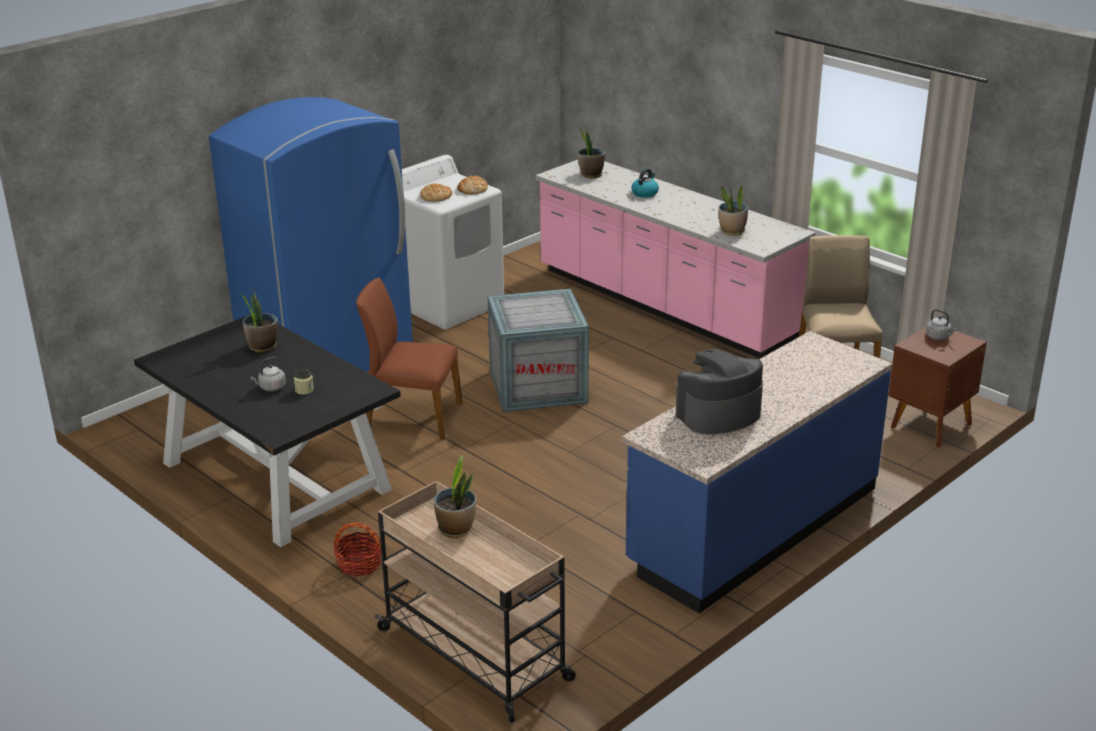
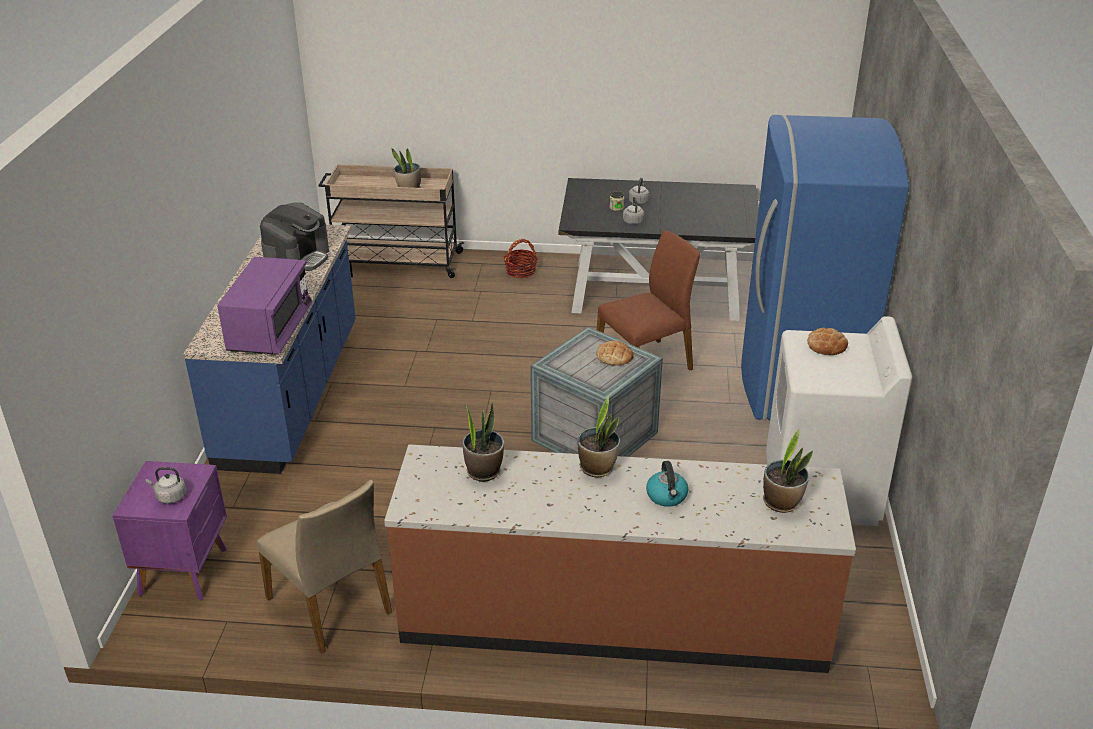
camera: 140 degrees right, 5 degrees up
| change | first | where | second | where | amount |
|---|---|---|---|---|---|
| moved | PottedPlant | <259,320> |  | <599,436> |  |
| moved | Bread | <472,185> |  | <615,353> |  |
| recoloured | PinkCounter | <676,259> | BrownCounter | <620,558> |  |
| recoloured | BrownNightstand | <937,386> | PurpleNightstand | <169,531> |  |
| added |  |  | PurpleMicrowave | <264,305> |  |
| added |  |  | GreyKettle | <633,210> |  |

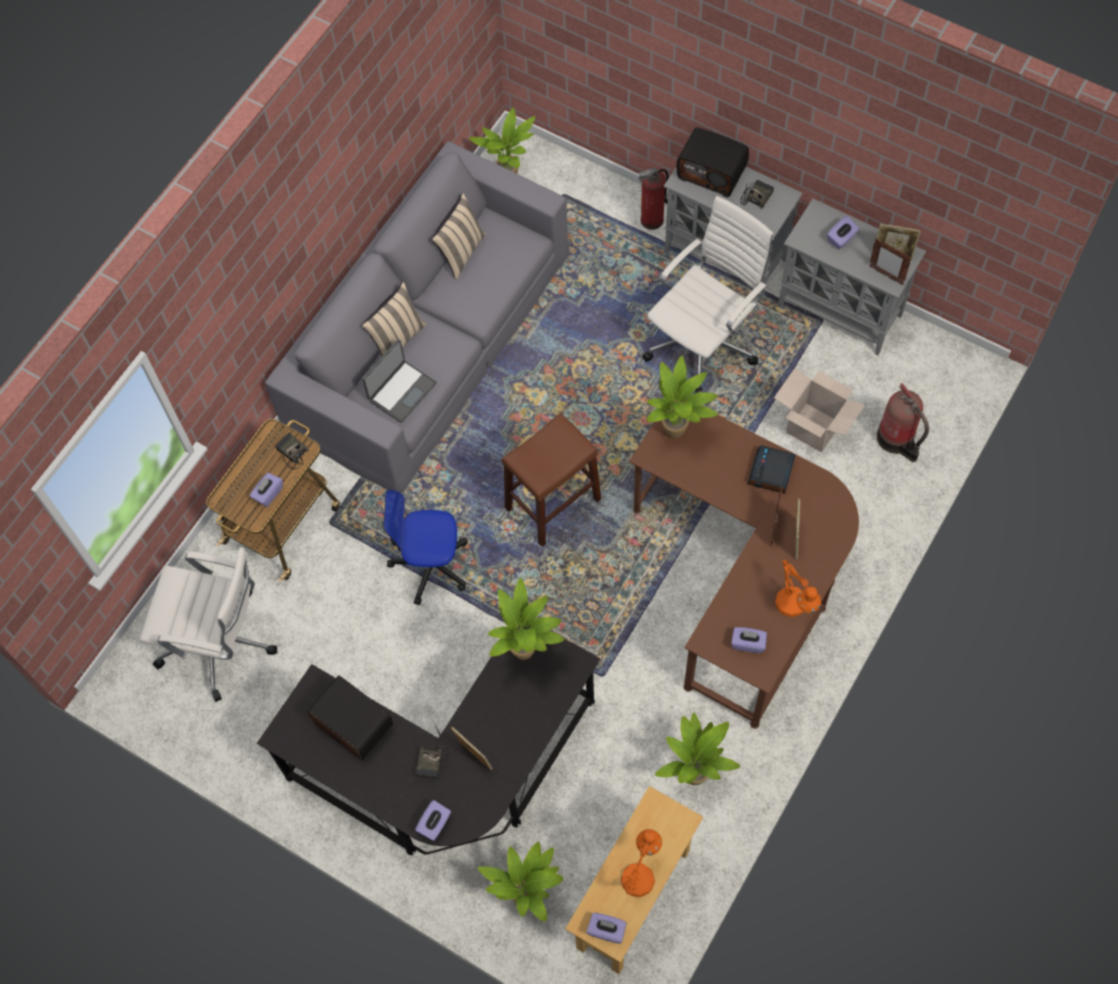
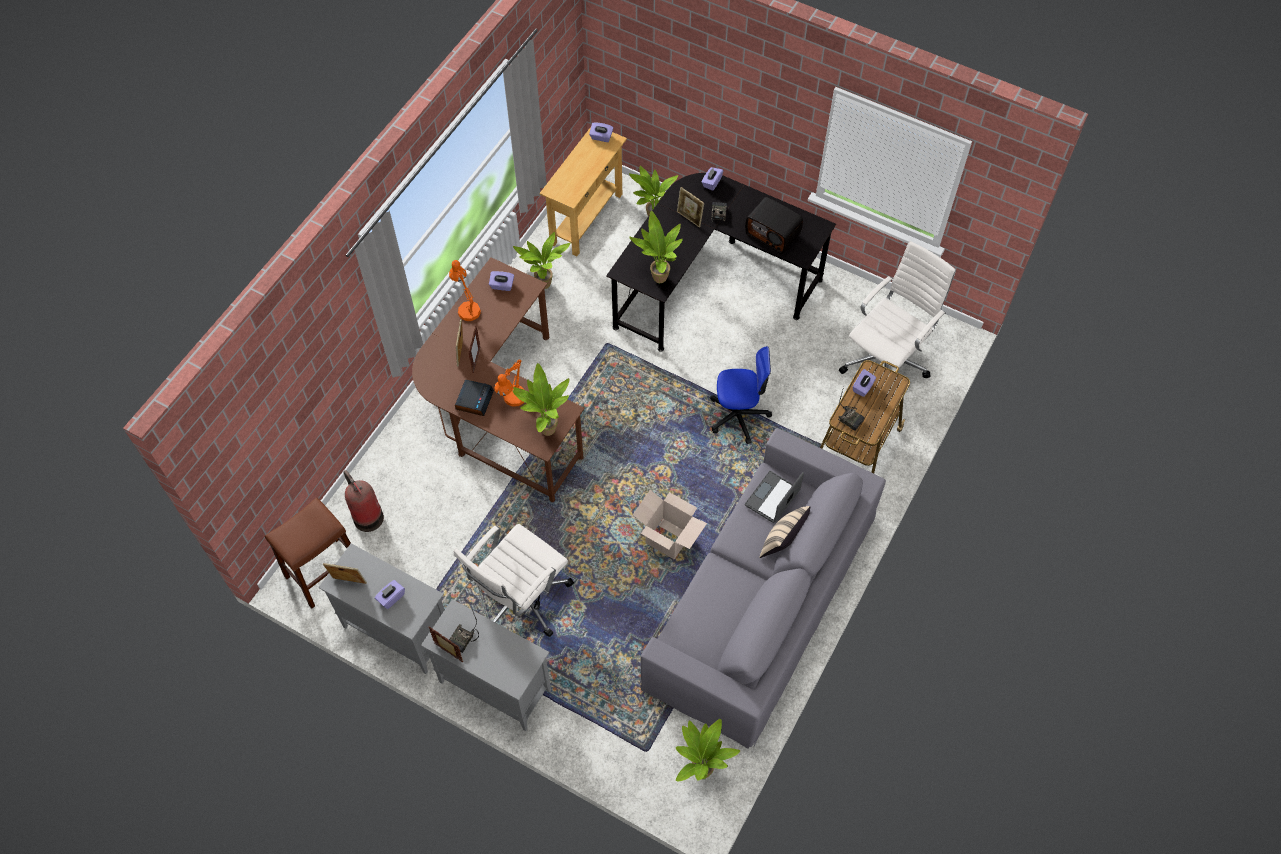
camera: 175 degrees right, 5 degrees down
| change | first | where | second | where | amount |
|---|---|---|---|---|---|
| turned | WhiteOfficeChair | <208,624> |  | <897,319> | 120 degrees clockwise |
| removed | BeigePillow | <459,236> |  |  |  |
| moved | BrownStool | <551,480> |  | <308,552> |  |
| moved | OrangeTableLamp | <641,863> |  | <509,383> |  |
| removed | FireExtinguisher | <653,198> |  |  |  |
| removed | Radio | <713,162> |  |  |  |
| moved | CardboardBox | <819,410> |  | <670,524> |  |
| moved | PictureFrame | <890,261> |  | <445,644> |  |

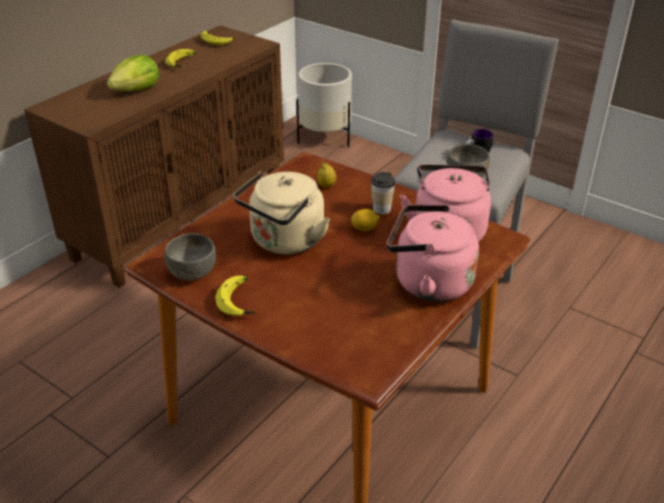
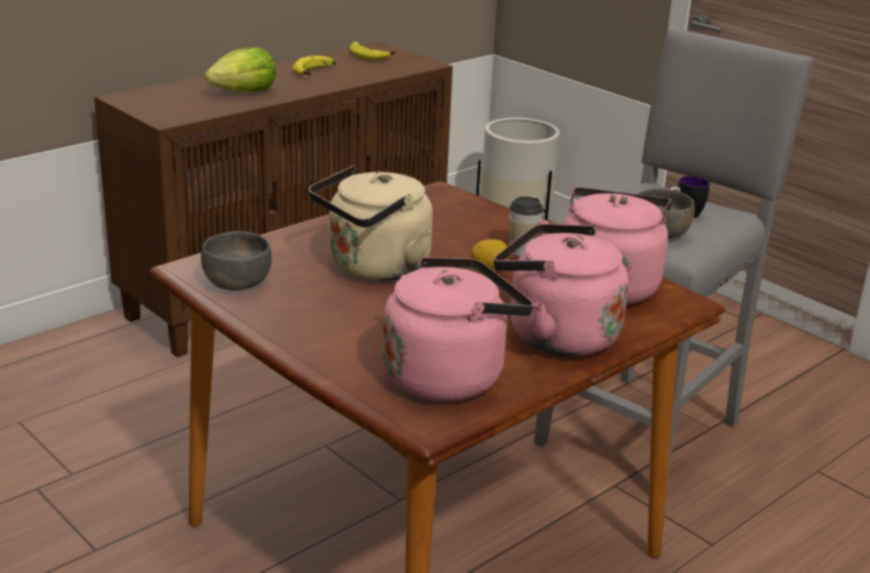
camera: 10 degrees right, 10 degrees down
| change | first | where | second | where | amount |
|---|---|---|---|---|---|
| removed | Banana | <235,295> |  |  |  |
| removed | Lemon | <326,175> |  |  |  |
| added |  |  | PinkKettle | <457,329> |  |

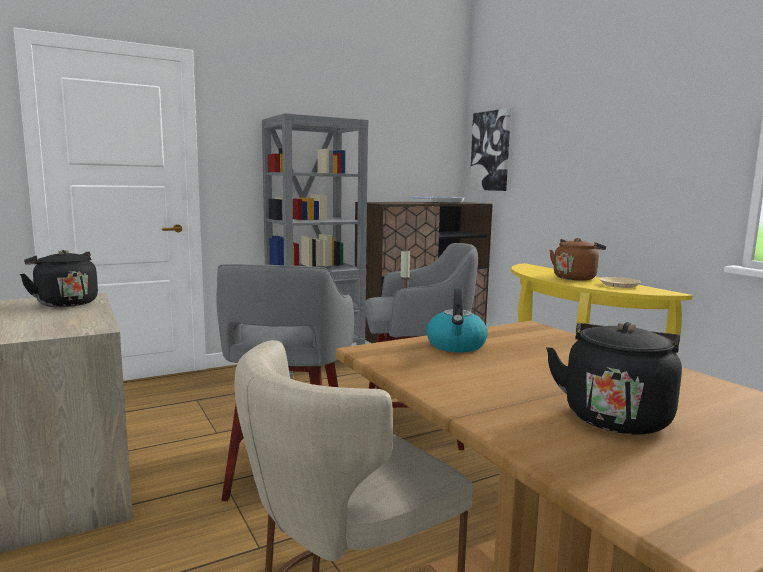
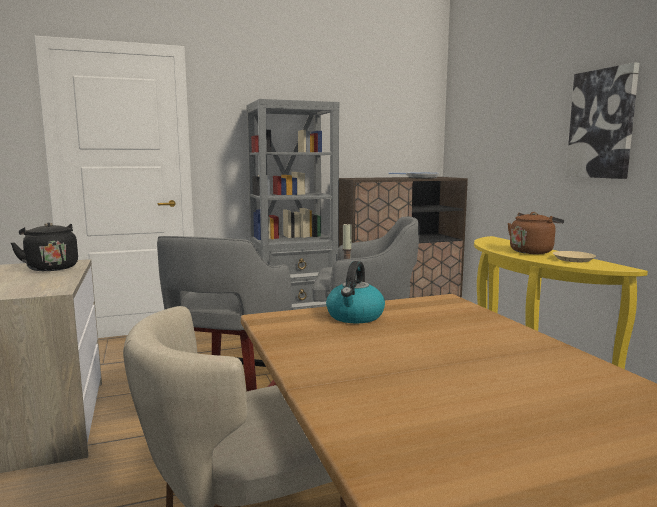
camera: 10 degrees right, 0 degrees up
| change | first | where | second | where | amount |
|---|---|---|---|---|---|
| moved | Picture | <490,149> |  | <602,120> |  |
| removed | BlackKettle | <614,378> |  |  |  |

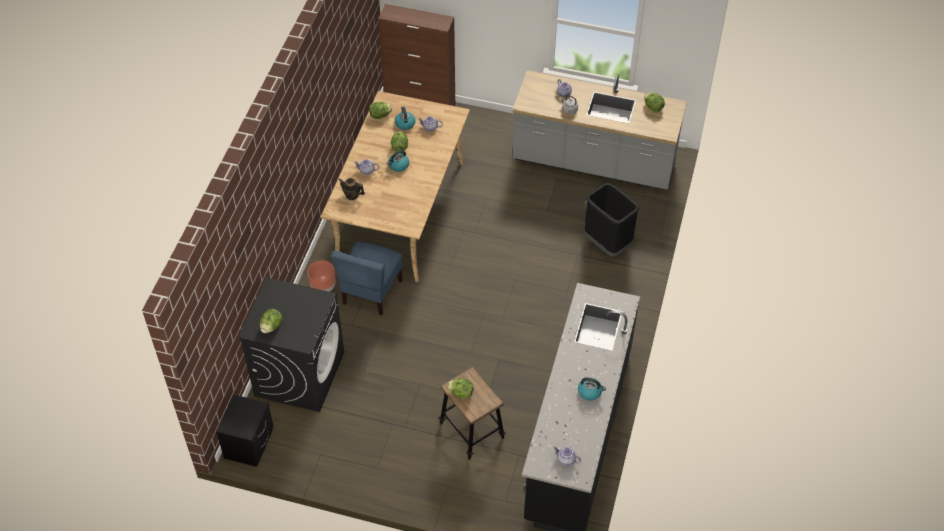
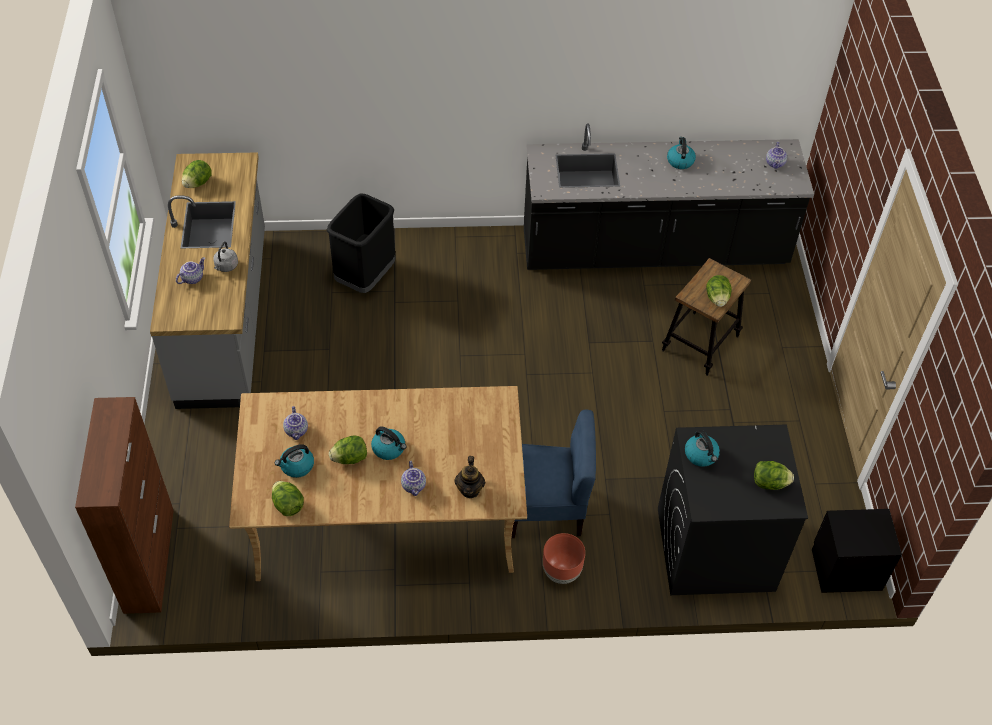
camera: 110 degrees left, 0 degrees up
| change | first | where | second | where | amount |
|---|---|---|---|---|---|
| added |  |  | Kettle | <702,448> |  |

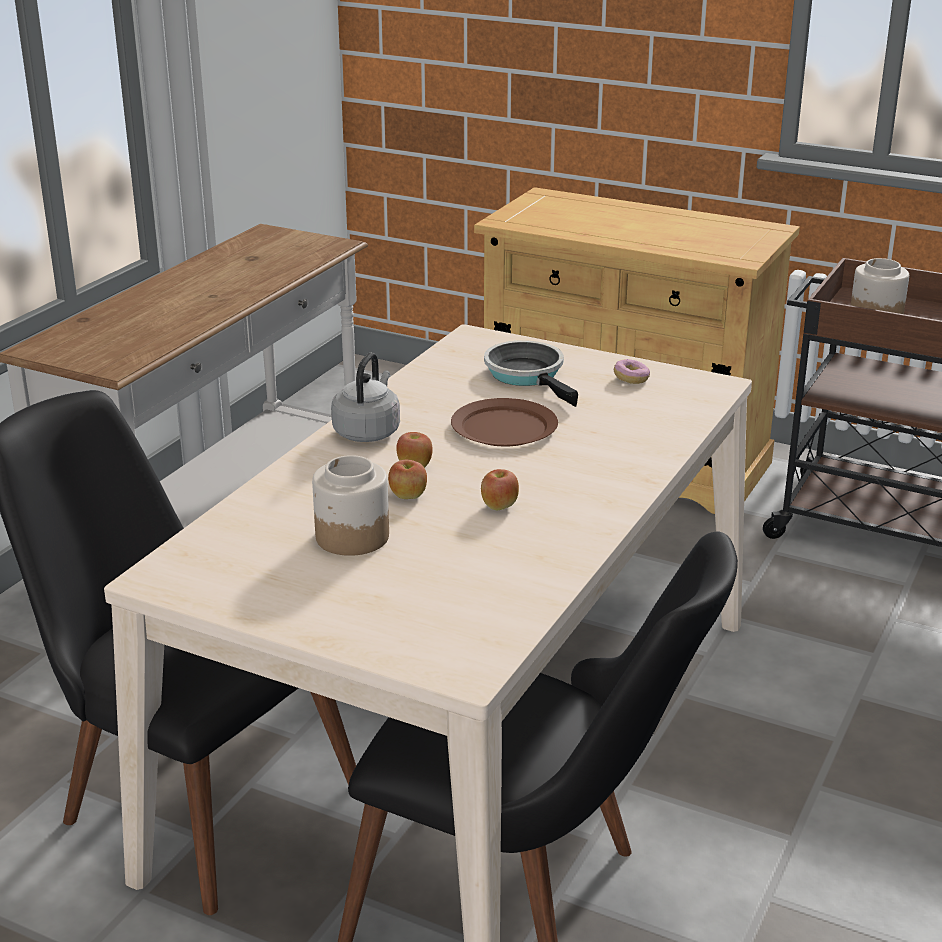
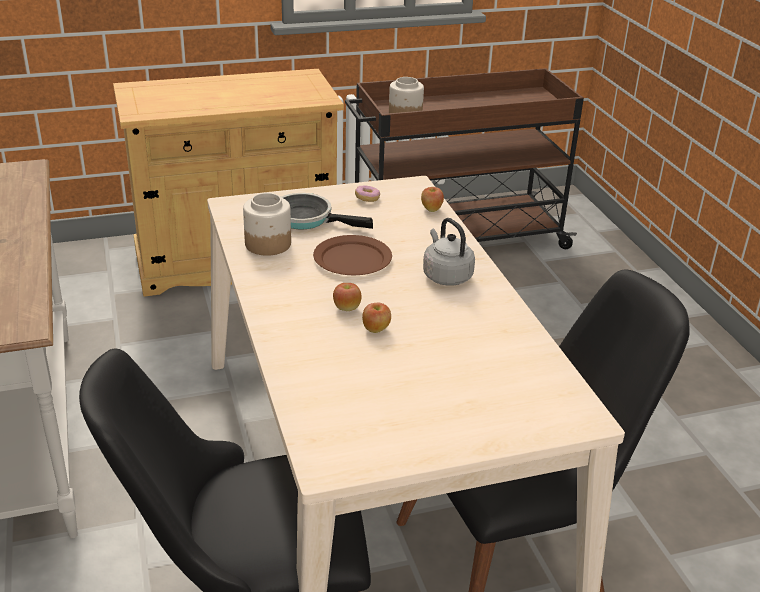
camera: 45 degrees left, 5 degrees up
| change | first | where | second | where | amount |
|---|---|---|---|---|---|
| moved | Jar | <350,505> |  | <267,224> |  |
| moved | GreyKettle | <365,397> |  | <449,252> |  |
| moved | Apple | <500,489> |  | <432,199> |  |

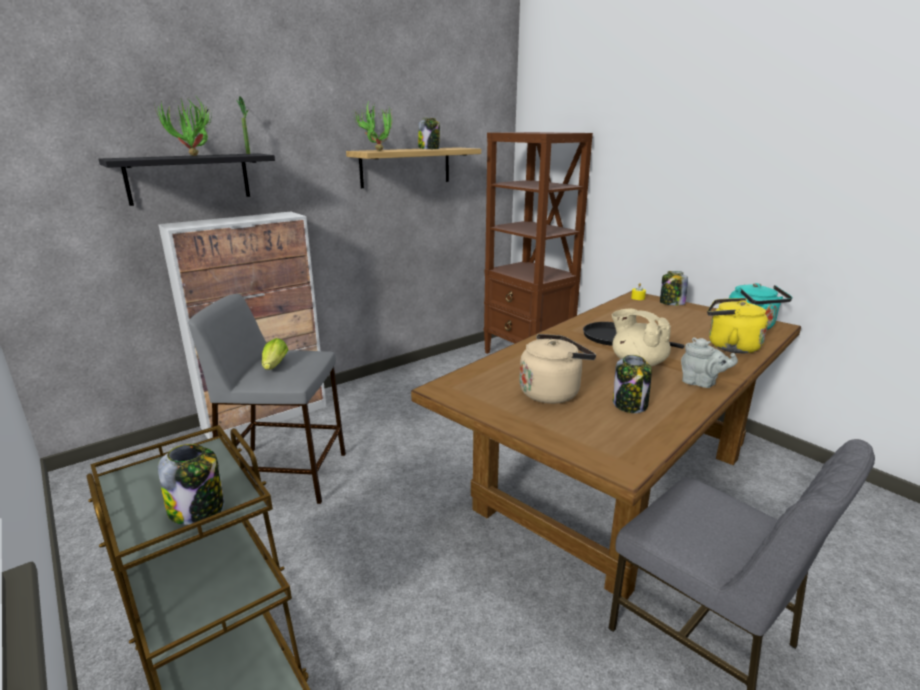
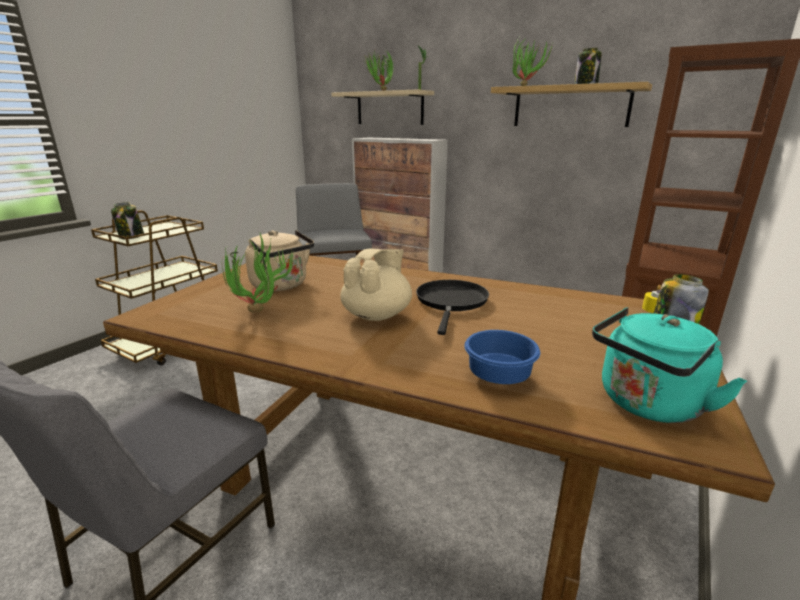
camera: 70 degrees right, 0 degrees up
| change | first | where | second | where | amount |
|---|---|---|---|---|---|
| recoloured | BlackShelf | <187,179> | BeigeShelf | <382,107> |  |
| removed | Lettuce | <275,354> |  |  |  |
| replaced | Jar | <632,384> | PottedPlant | <258,272> |  |
| removed | GreyTeapot | <709,362> |  |  |  |
| replaced | YellowKettle | <737,325> | BlueBowl | <502,357> |  |

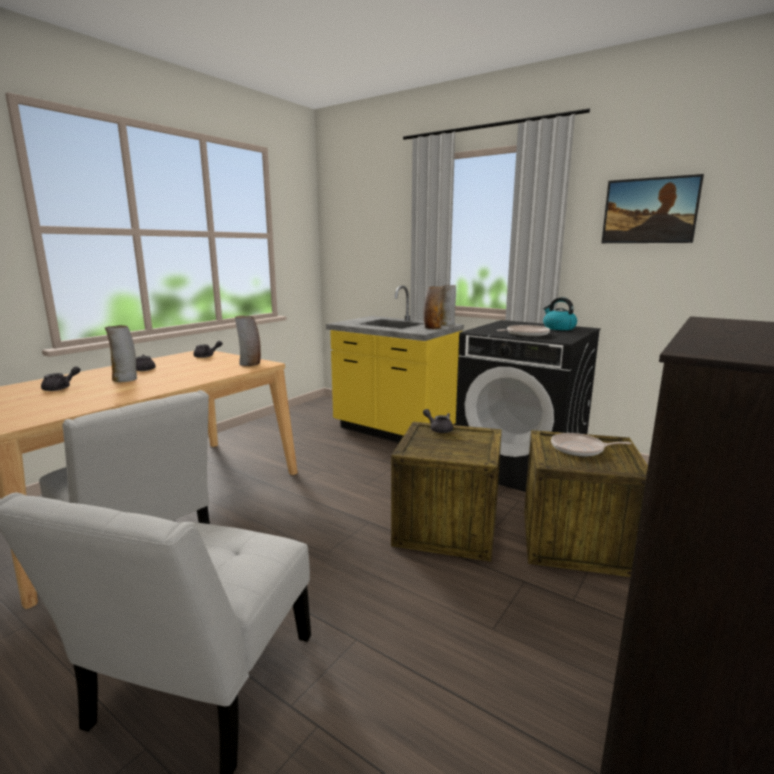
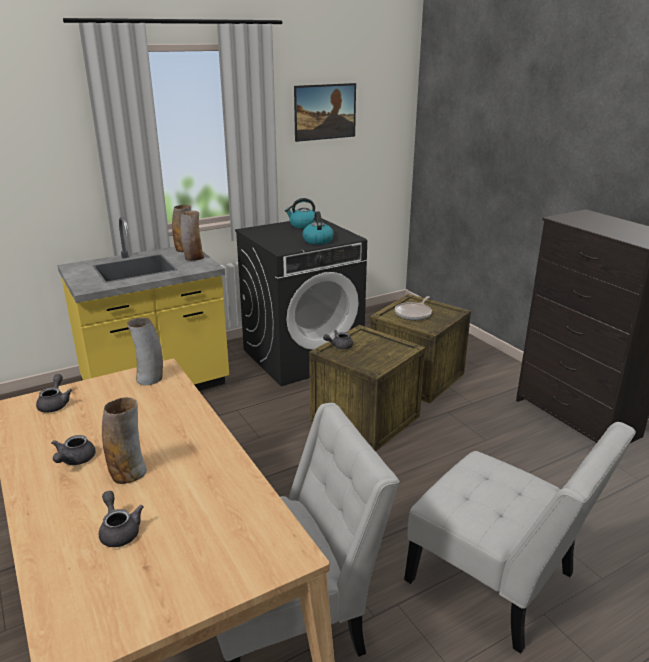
camera: 65 degrees left, 10 degrees up
| change | first | where | second | where | amount |
|---|---|---|---|---|---|
| replaced | FryingPan | <523,331> | Kettle | <318,228> |  |

